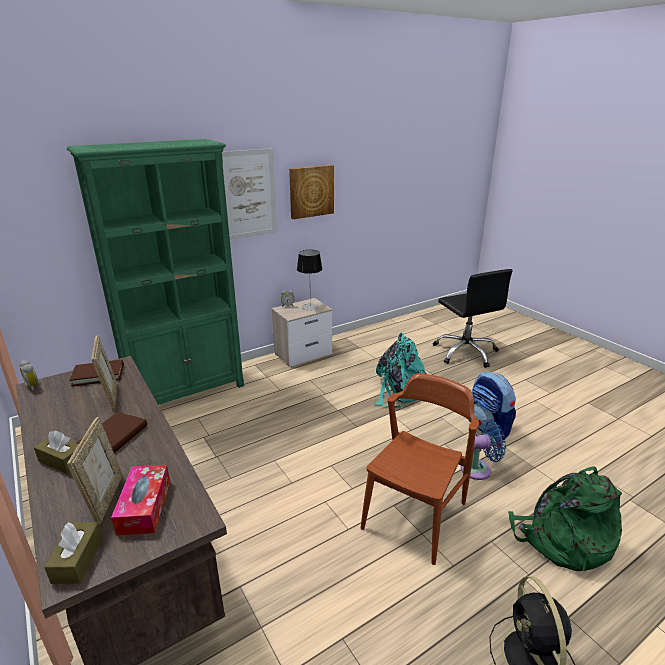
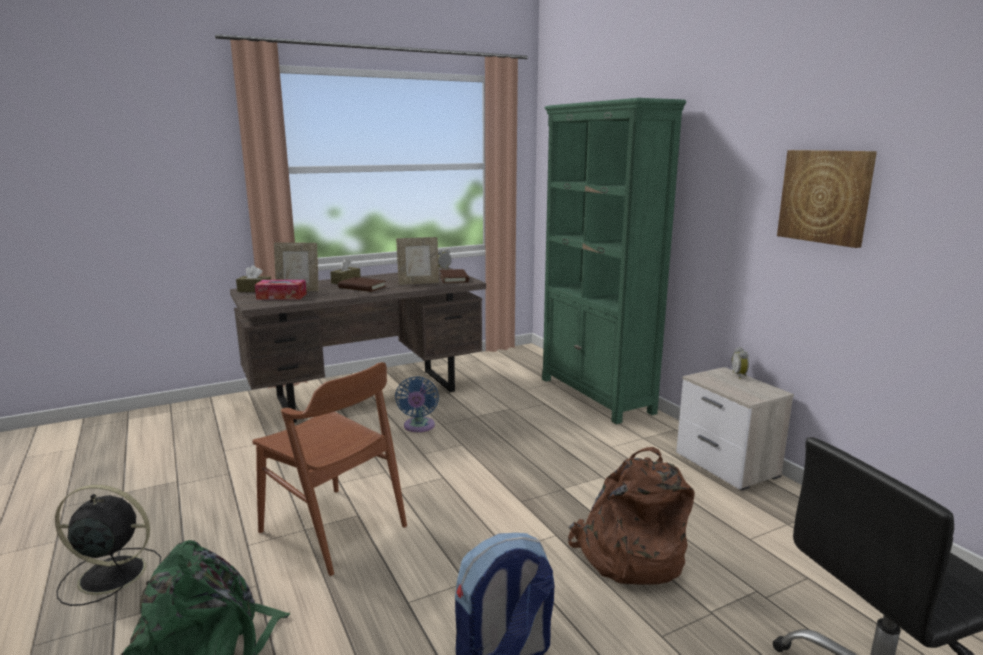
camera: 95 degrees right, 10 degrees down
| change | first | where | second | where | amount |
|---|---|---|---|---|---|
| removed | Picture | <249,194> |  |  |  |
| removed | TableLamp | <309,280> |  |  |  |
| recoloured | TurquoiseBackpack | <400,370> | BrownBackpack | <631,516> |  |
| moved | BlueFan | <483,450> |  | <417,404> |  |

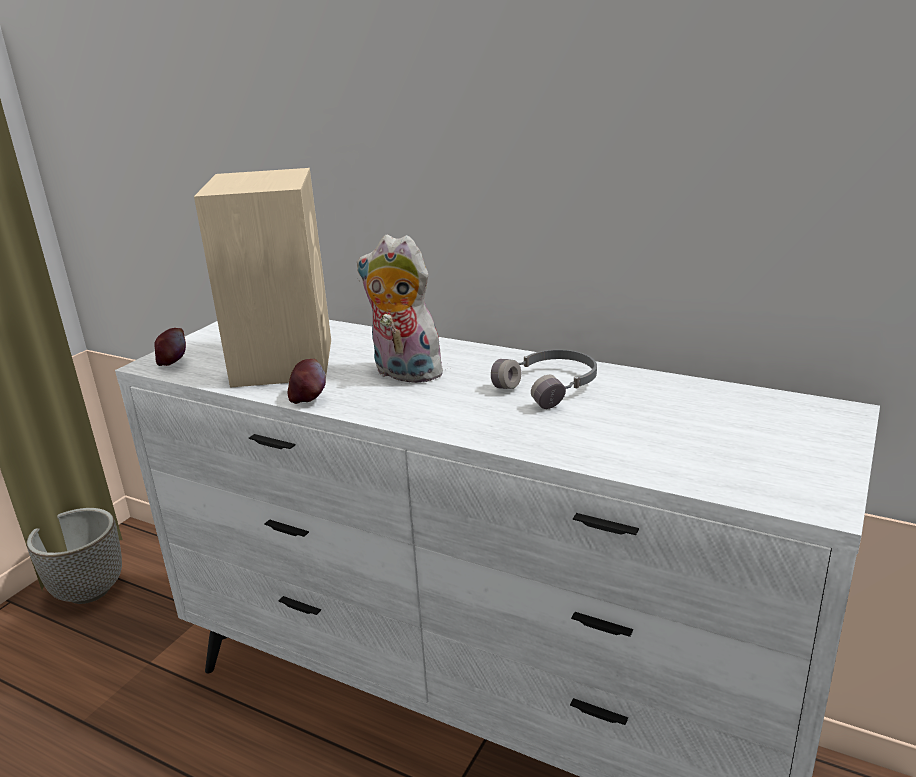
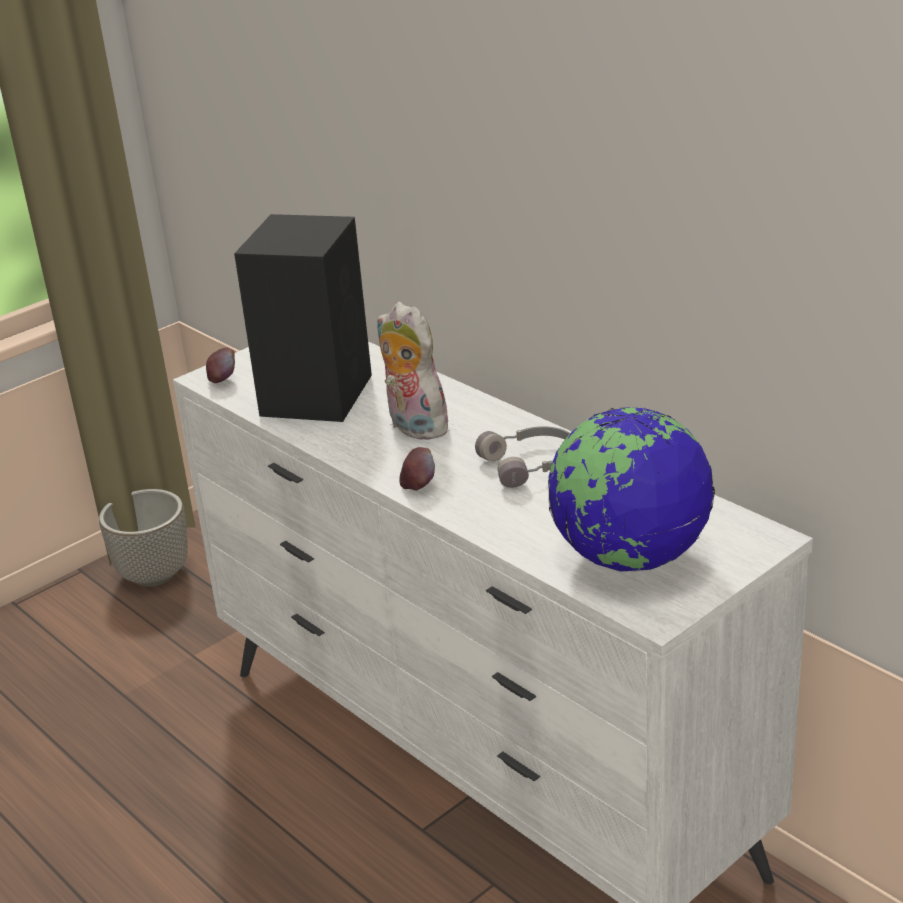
camera: 20 degrees right, 5 degrees up
| change | first | where | second | where | amount |
|---|---|---|---|---|---|
| recoloured | BeigeSpeaker | <262,278> | BlackSpeaker | <303,318> |  |
| moved | Apple | <307,381> |  | <417,468> |  |
| added |  |  | Globe | <631,489> |  |

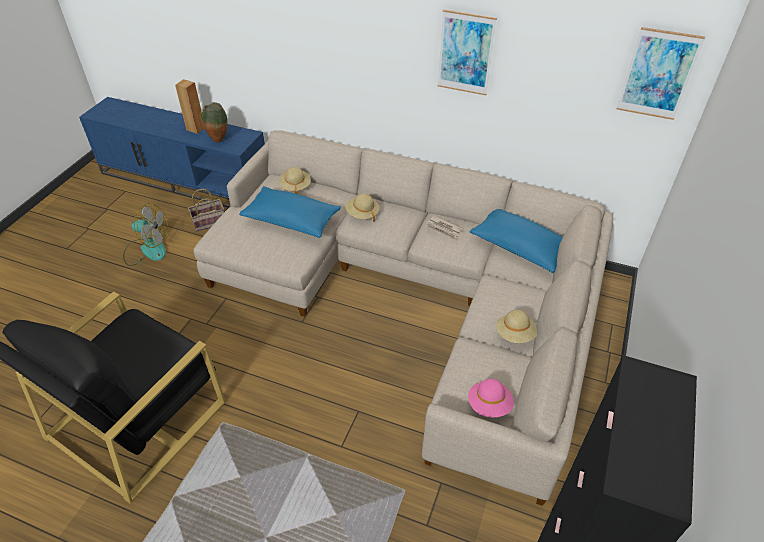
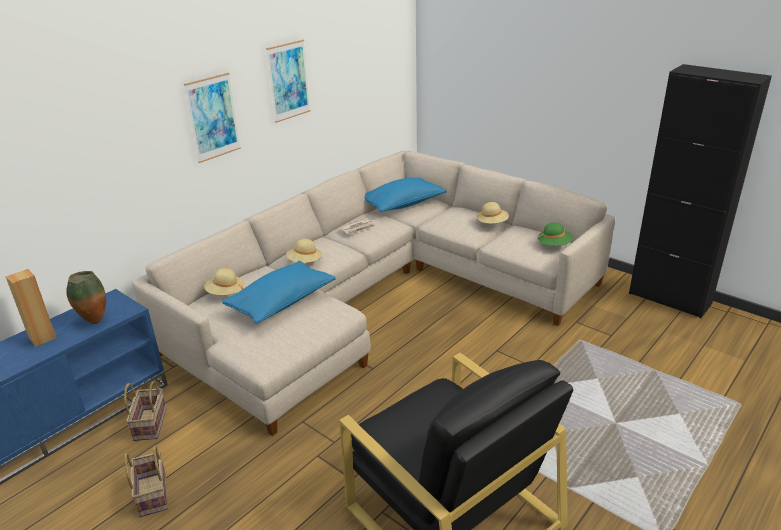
camera: 70 degrees left, 15 degrees down
| change | first | where | second | where | amount |
|---|---|---|---|---|---|
| replaced | Fan | <145,234> | Basket | <146,481> |  |
| recoloured | PinkHat | <491,398> | GreenHat | <555,234> |  |
| moved | Picture | <661,73> |  | <212,118> |  |

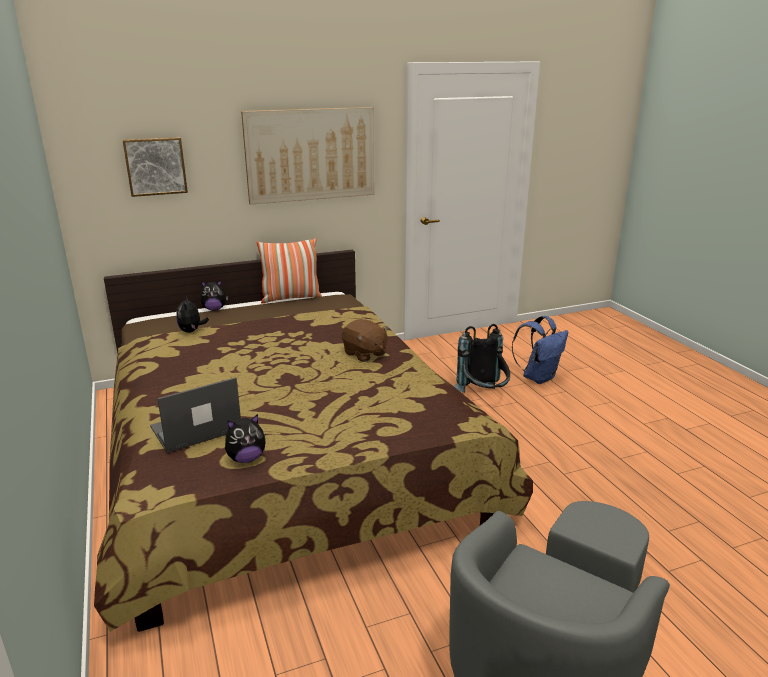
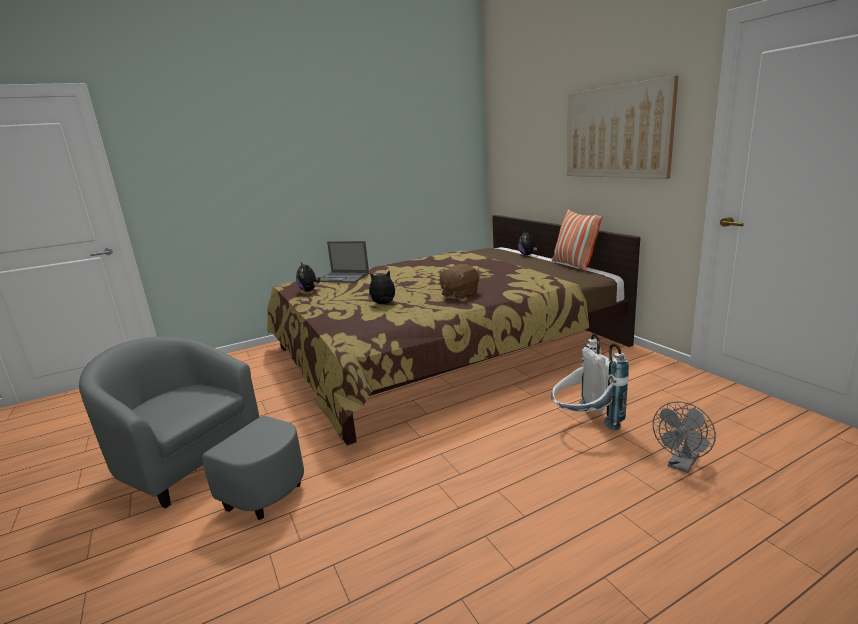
camera: 85 degrees right, 5 degrees down
| change | first | where | second | where | amount |
|---|---|---|---|---|---|
| removed | Picture | <155,167> |  |  |  |
| turned | Laptop | <195,415> |  | <344,262> | 150 degrees clockwise |
| moved | PlushToy | <192,314> |  | <381,287> |  |
| recoloured | BlackBackpack | <482,358> | WhiteBackpack | <590,382> |  |
| replaced | BlueBackpack | <540,350> | GreyFan | <684,437> |  |

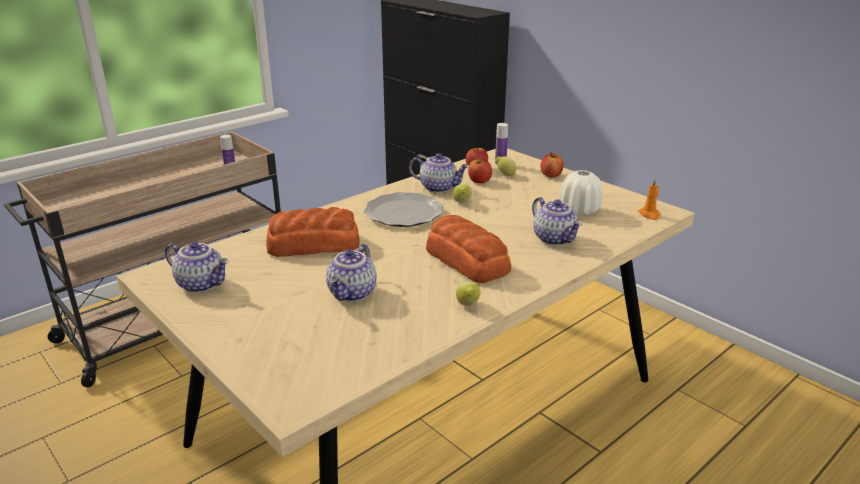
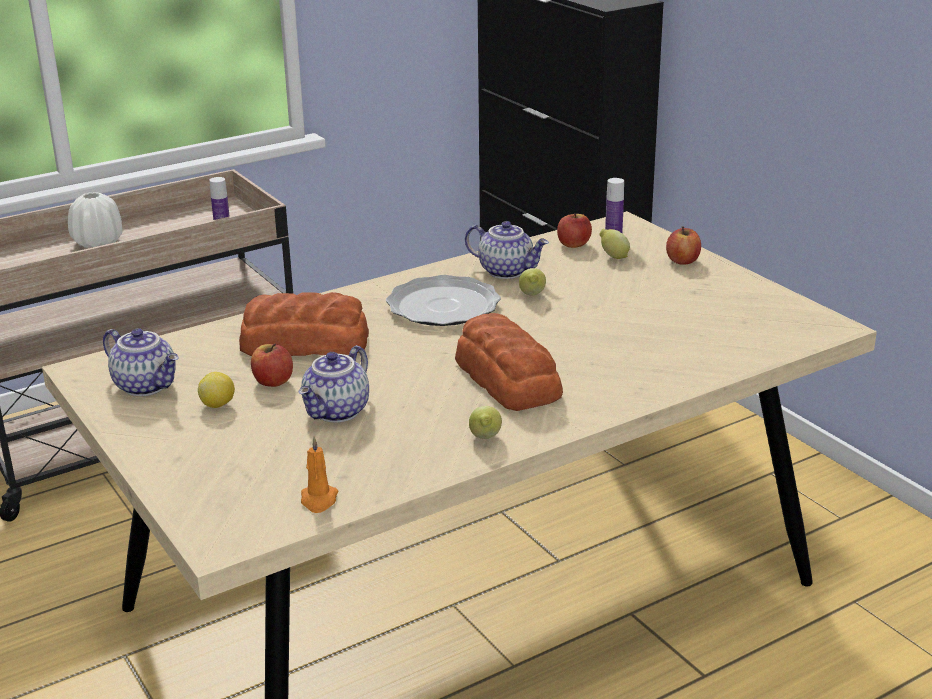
camera: 10 degrees right, 0 degrees up
| change | first | where | second | where | amount |
|---|---|---|---|---|---|
| moved | Apple | <480,170> |  | <272,365> |  |
| removed | Teapot | <557,221> |  |  |  |
| moved | WhiteVase | <580,193> |  | <95,220> |  |
| moved | OrangeCandle | <649,199> |  | <319,474> |  |
| added |  |  | Lemon | <216,390> |  |

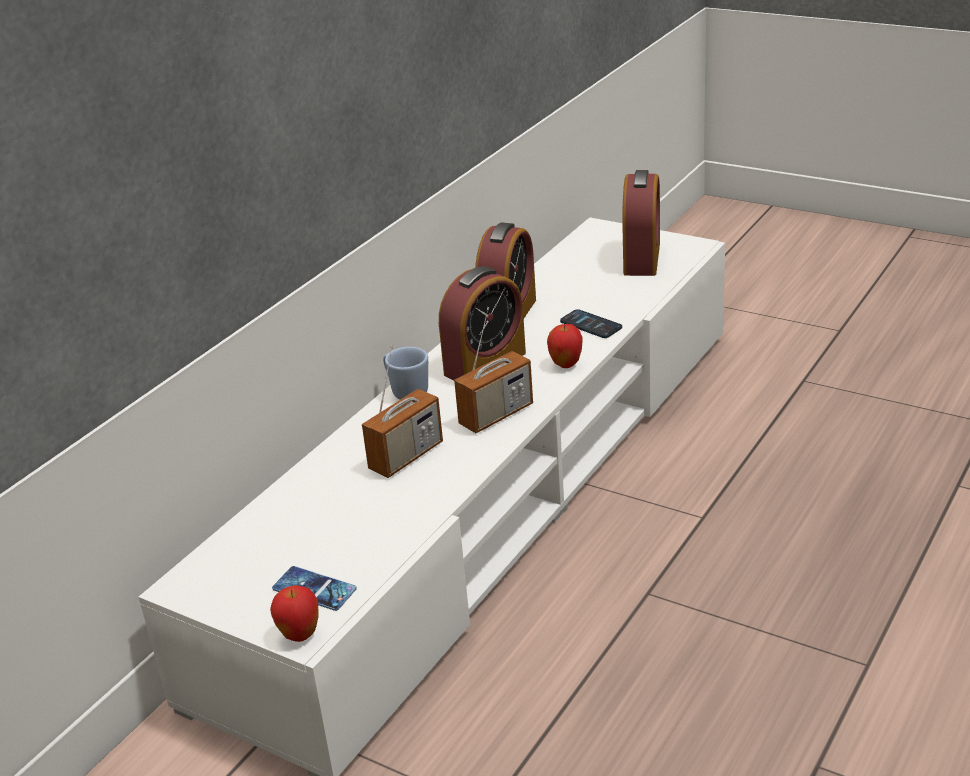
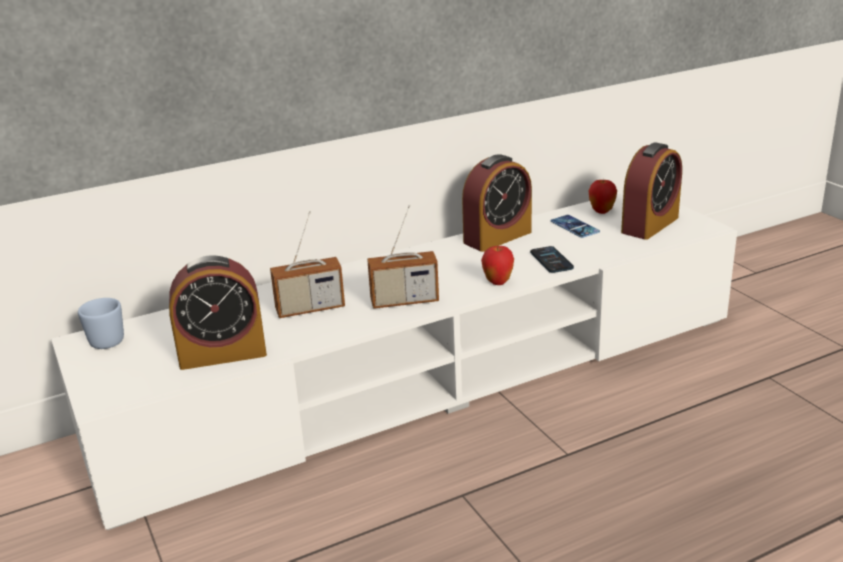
camera: 30 degrees right, 5 degrees down
| change | first | where | second | where | amount |
|---|---|---|---|---|---|
| moved | Apple | <294,613> |  | <602,196> |  |
| moved | Phone | <314,588> |  | <575,226> |  |
| moved | BlueMug | <405,373> |  | <101,323> |  |
| moved | AlarmClock | <482,323> |  | <218,312> |  |

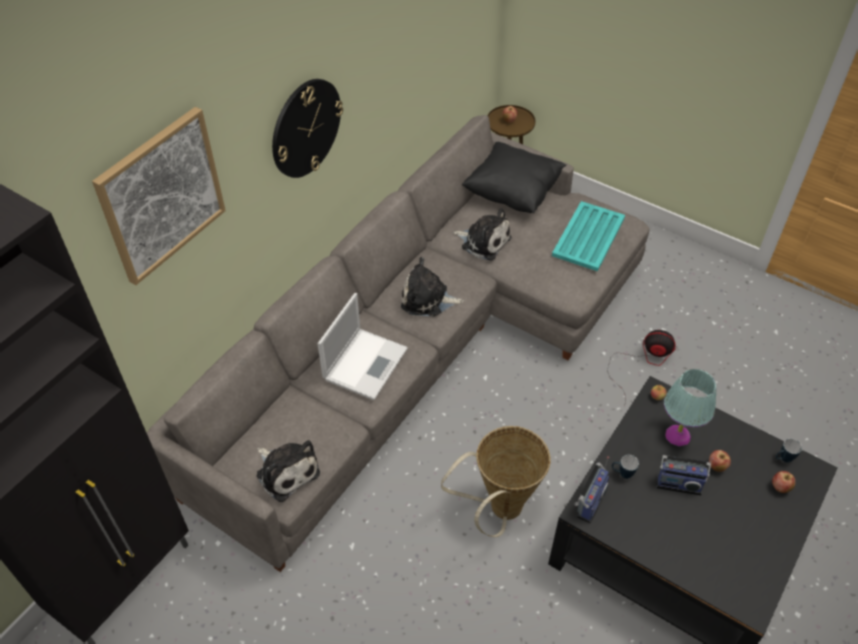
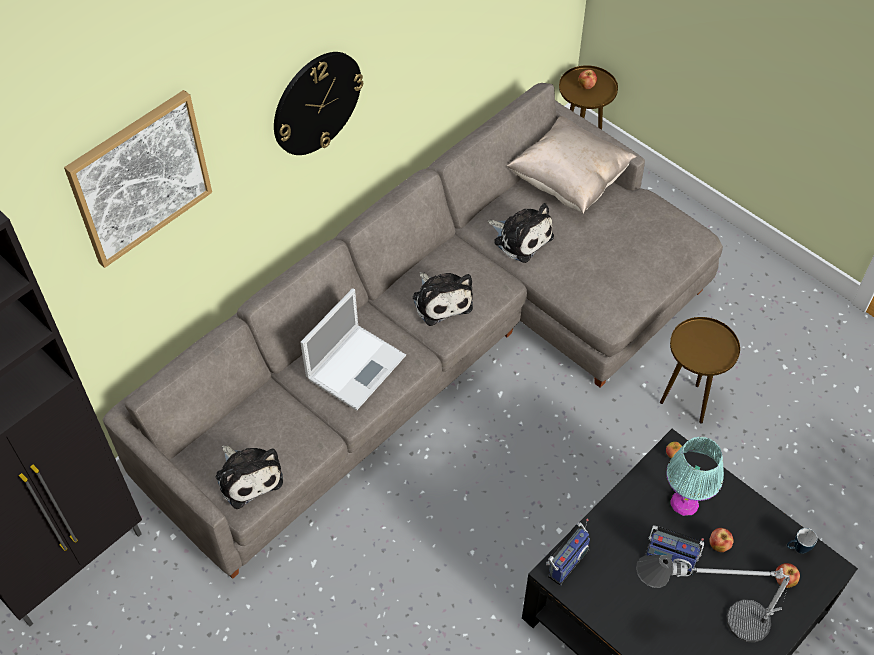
camera: 10 degrees right, 5 degrees up
| change | first | where | second | where | amount |
|---|---|---|---|---|---|
| turned | PlushToy | <432,287> |  | <443,299> | 135 degrees counterclockwise |
| removed | Basket | <495,481> |  |  |  |
| recoloured | BlackPillow | <513,177> | BeigePillow | <572,164> |  |
| removed | TurquoiseTray | <588,236> |  |  |  |
| replaced | Fan | <641,368> | BrownSideTable | <700,370> |  |
| removed | Mug | <625,467> |  |  |  |
| added |  |  | TableLamp | <713,599> |  |

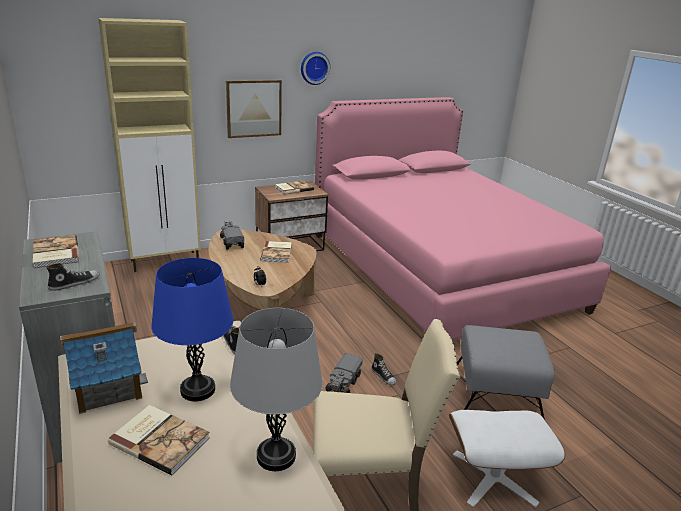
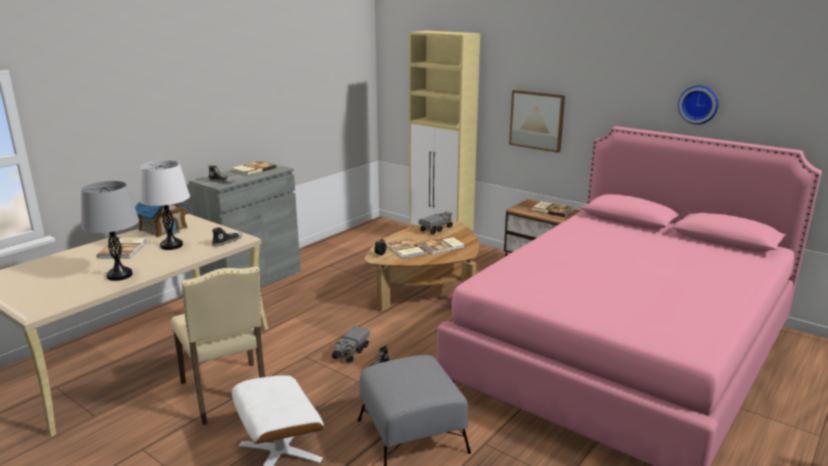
camera: 65 degrees right, 5 degrees down
| change | first | where | second | where | amount |
|---|---|---|---|---|---|
| recoloured | BlueTableLamp | <192,329> | WhiteTableLamp | <164,205> |  |
| moved | WallClock | <315,68> |  | <698,104> |  |
| turned | ToyTruck | <344,373> |  | <351,344> | 60 degrees counterclockwise |
| added |  |  | Book | <408,249> |  |

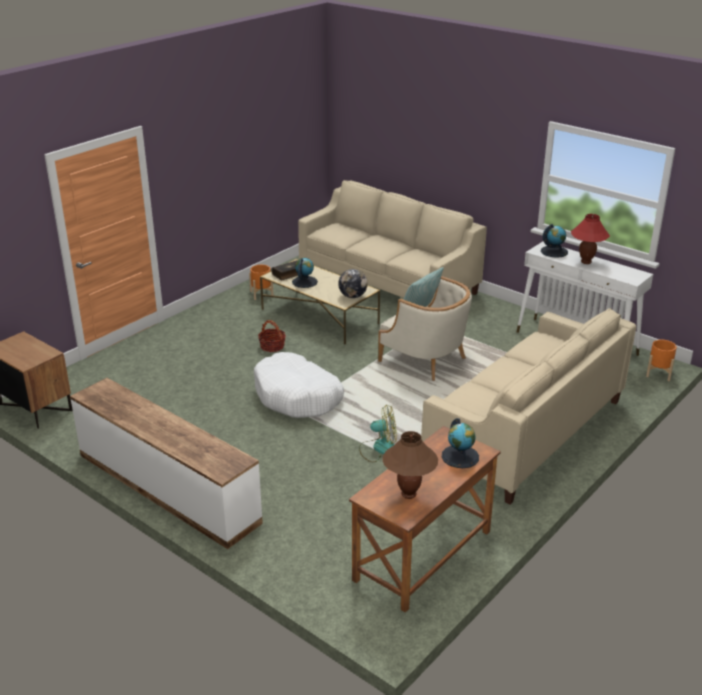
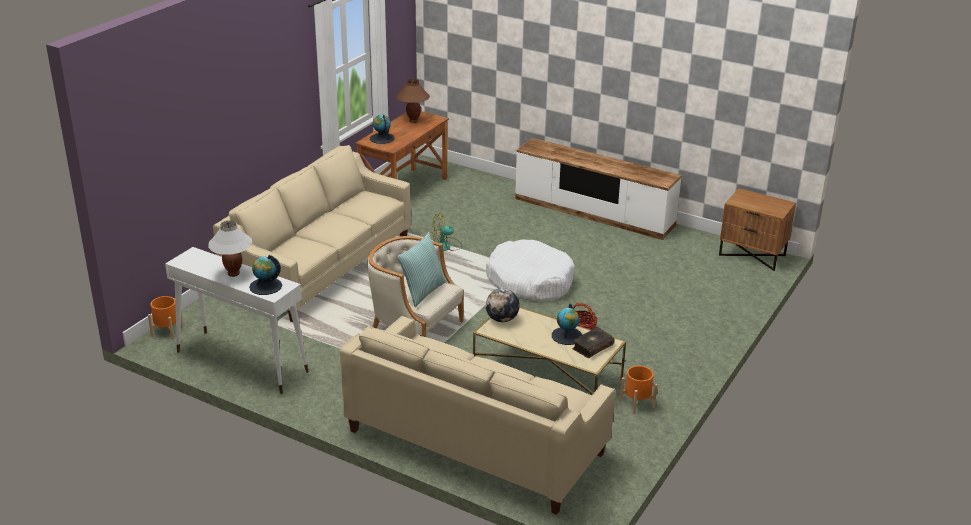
camera: 170 degrees right, 0 degrees up
| change | first | where | second | where | amount |
|---|---|---|---|---|---|
| recoloured | RedTableLamp | <590,239> | WhiteTableLamp | <230,248> |  |

